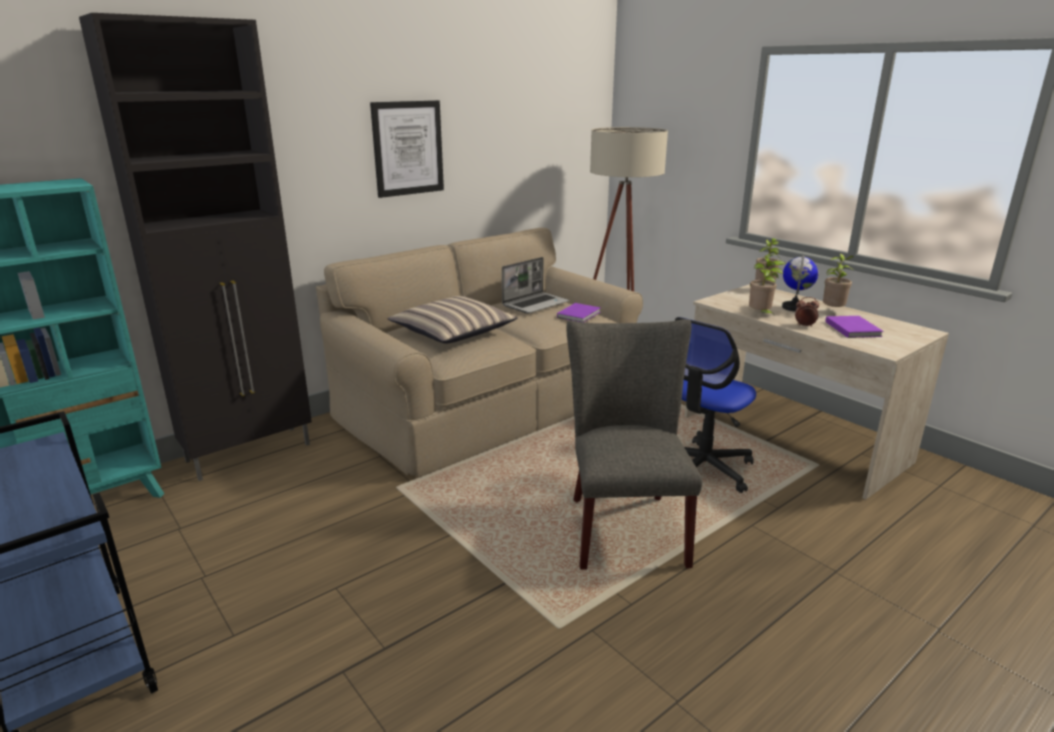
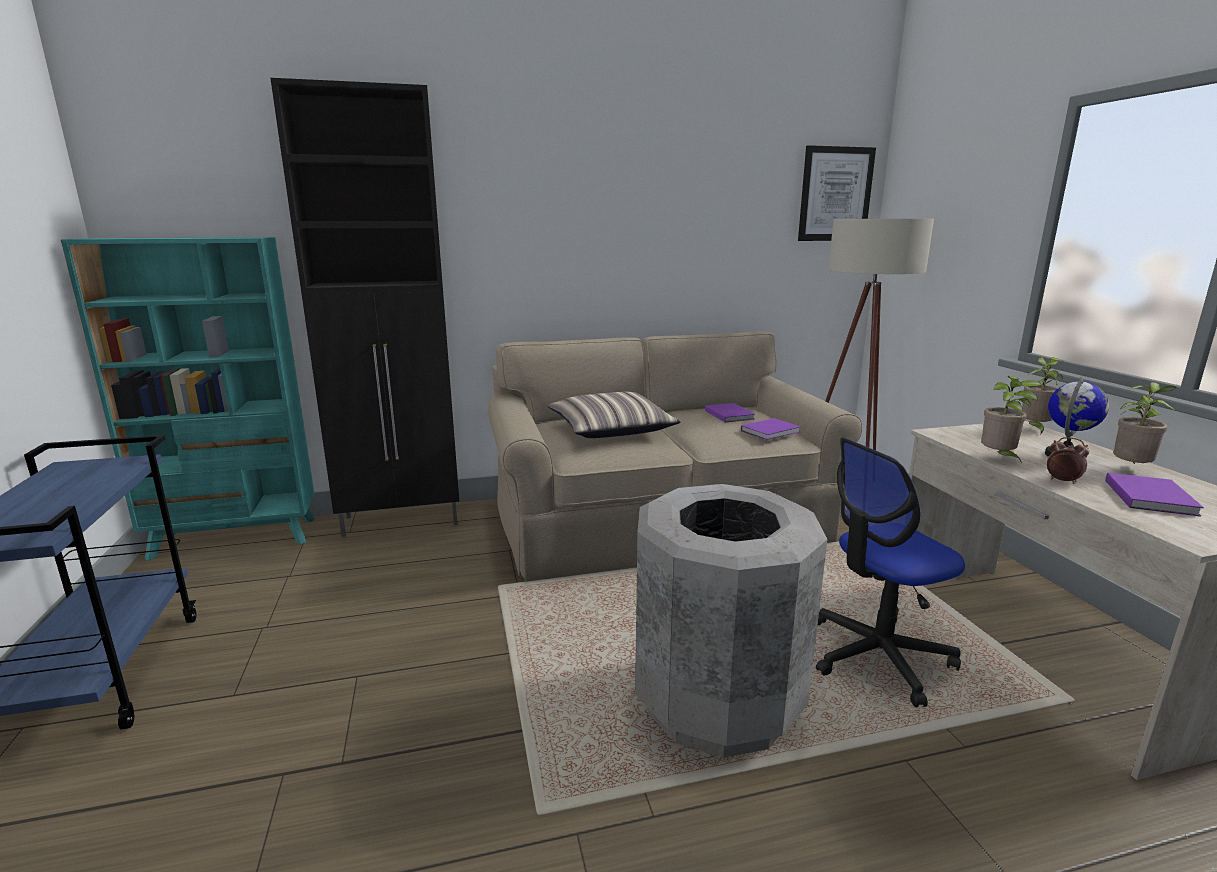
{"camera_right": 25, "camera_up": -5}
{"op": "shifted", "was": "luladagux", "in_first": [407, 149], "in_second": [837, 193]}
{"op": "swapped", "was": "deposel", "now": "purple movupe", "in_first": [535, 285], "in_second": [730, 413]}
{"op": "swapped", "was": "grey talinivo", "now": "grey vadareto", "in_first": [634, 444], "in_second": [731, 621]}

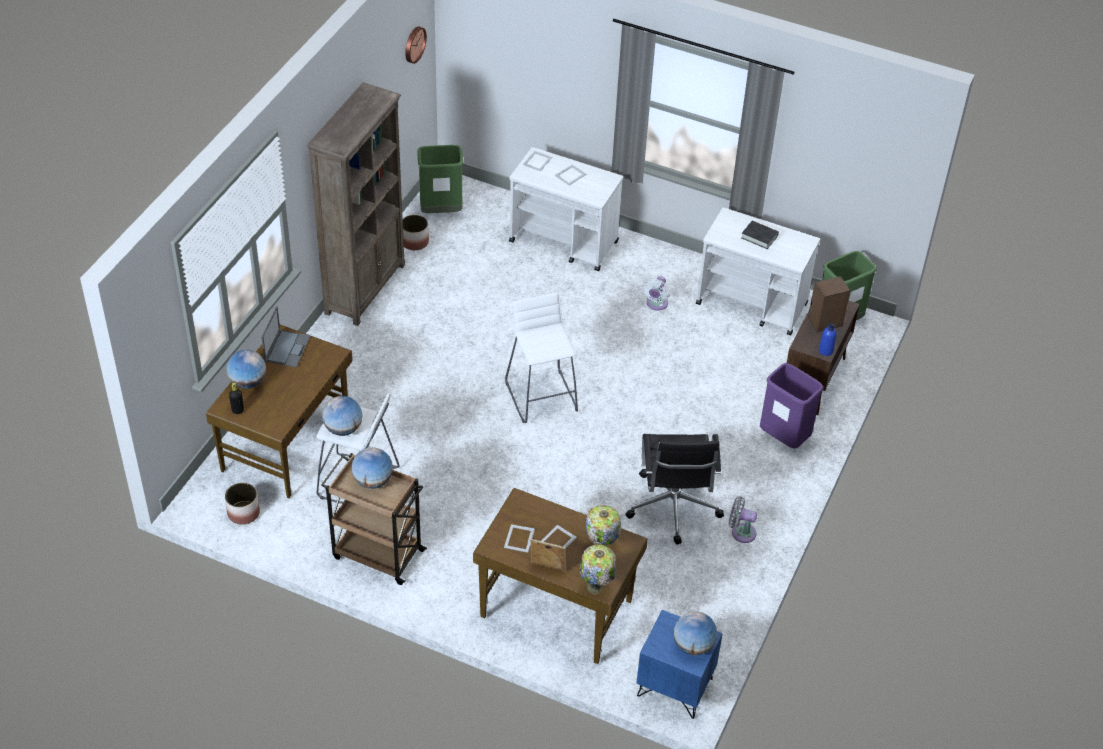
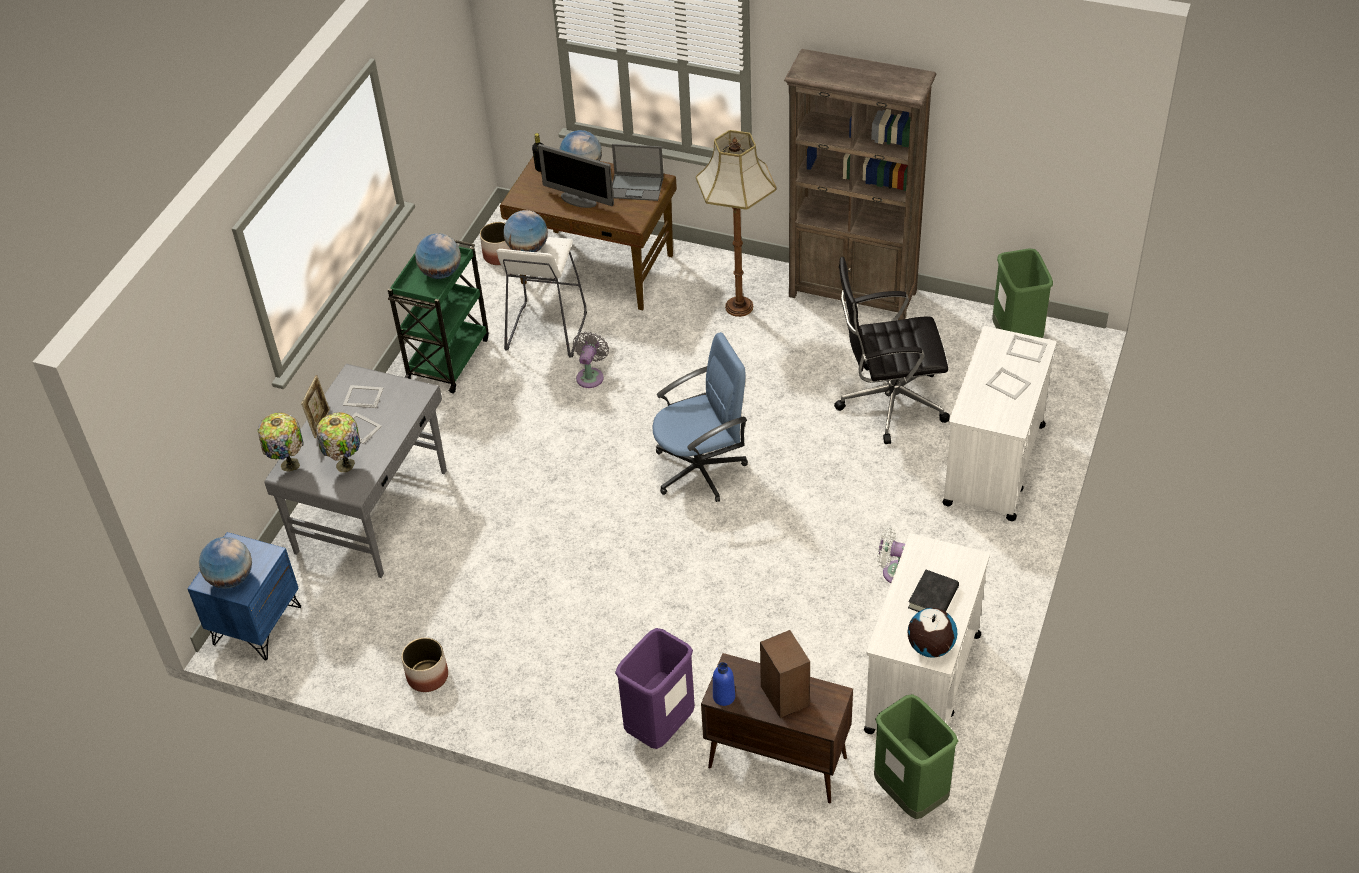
{"camera_right": 90, "camera_up": 0}
{"op": "repainted", "was": "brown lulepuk", "now": "green lulepuk", "in_first": [374, 519], "in_second": [438, 317]}
{"op": "shifted", "was": "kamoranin", "in_first": [416, 232], "in_second": [424, 664]}
{"op": "gone", "was": "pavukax", "in_first": [416, 45]}
{"op": "repainted", "was": "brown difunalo", "now": "grey difunalo", "in_first": [560, 576], "in_second": [355, 471]}
{"op": "swapped", "was": "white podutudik", "now": "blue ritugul", "in_first": [541, 357], "in_second": [700, 417]}
{"op": "shifted", "was": "black ritugul", "in_first": [674, 489], "in_second": [892, 350]}
{"op": "shifted", "was": "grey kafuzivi", "in_first": [743, 519], "in_second": [591, 360]}
{"op": "new", "now": "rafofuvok", "in_second": [576, 176]}
{"op": "new", "now": "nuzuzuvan", "in_second": [736, 223]}
{"op": "new", "now": "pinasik", "in_second": [932, 633]}

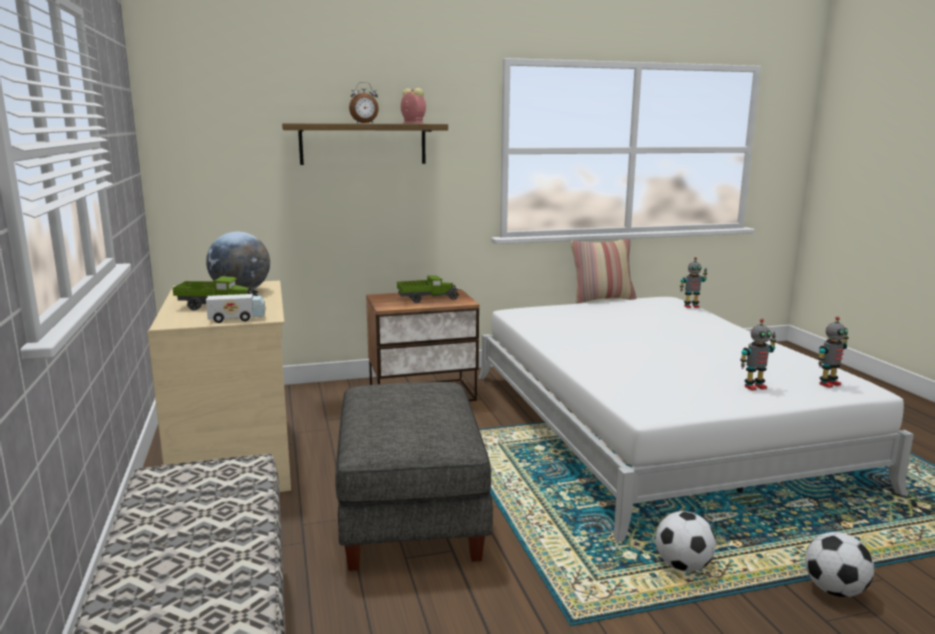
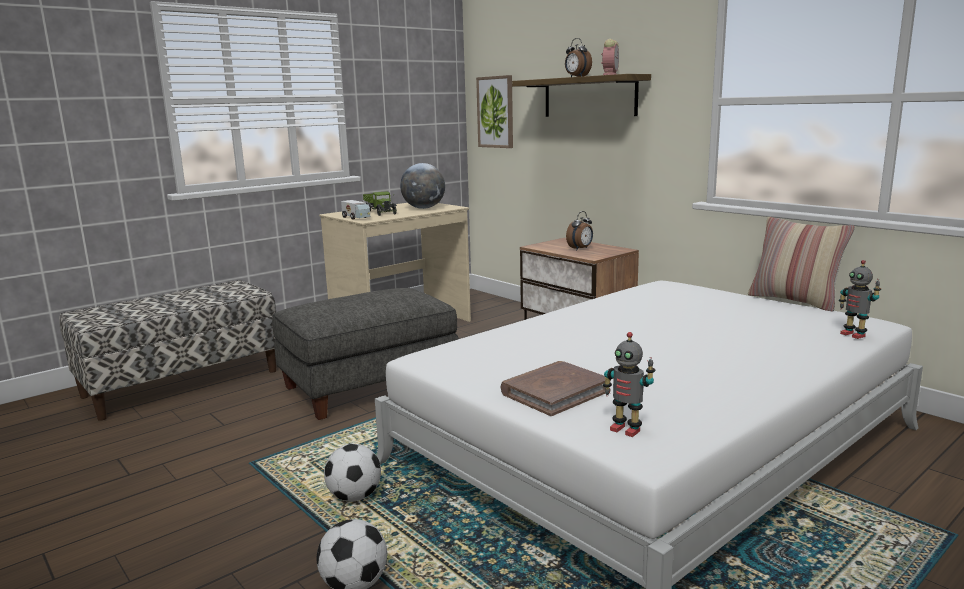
{"camera_right": 65, "camera_up": 0}
{"op": "swapped", "was": "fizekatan", "now": "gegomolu", "in_first": [427, 289], "in_second": [579, 230]}
{"op": "swapped", "was": "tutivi", "now": "brown movupe", "in_first": [758, 355], "in_second": [556, 388]}
{"op": "new", "now": "luladagux", "in_second": [494, 111]}

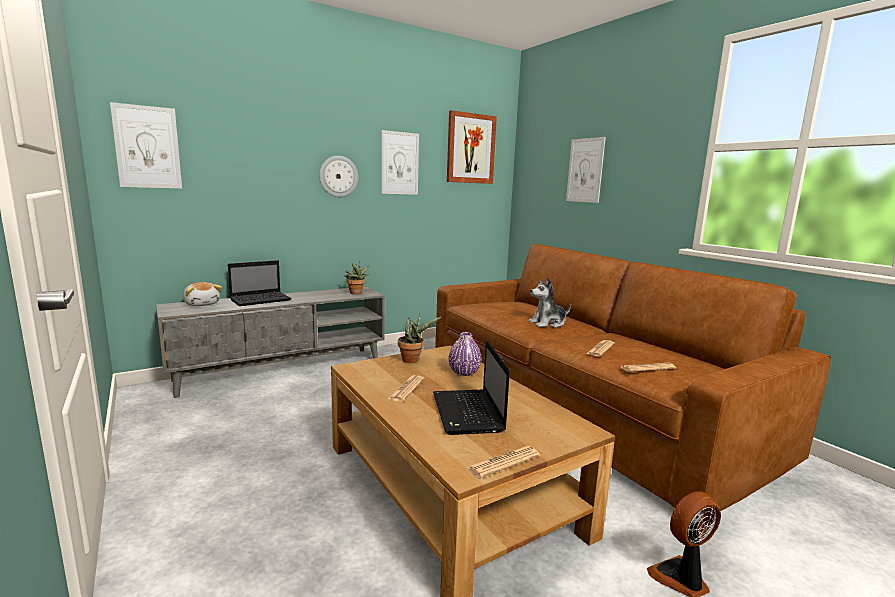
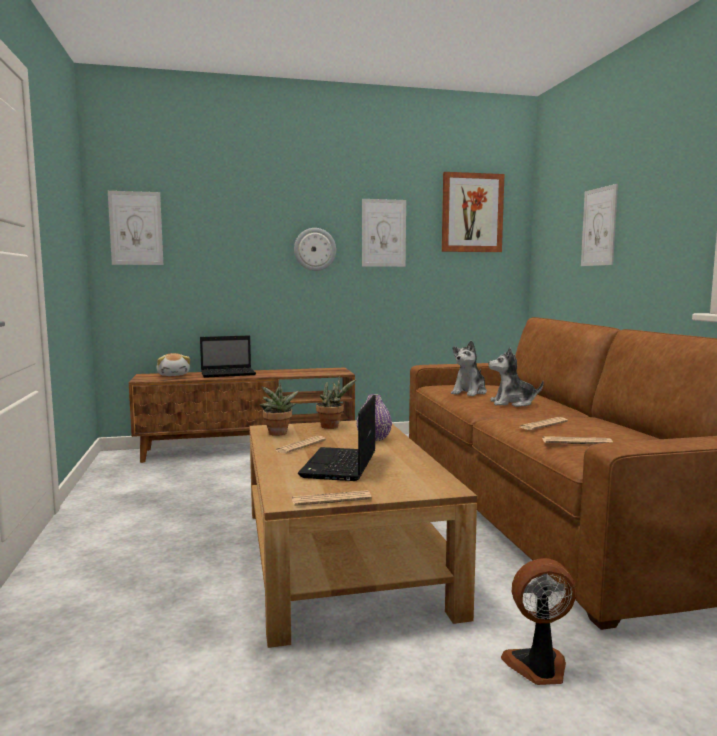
{"camera_right": 20, "camera_up": -5}
{"op": "repainted", "was": "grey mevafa", "now": "brown mevafa", "in_first": [270, 342], "in_second": [242, 415]}
{"op": "shifted", "was": "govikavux", "in_first": [357, 277], "in_second": [279, 409]}
{"op": "new", "now": "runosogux", "in_second": [469, 368]}

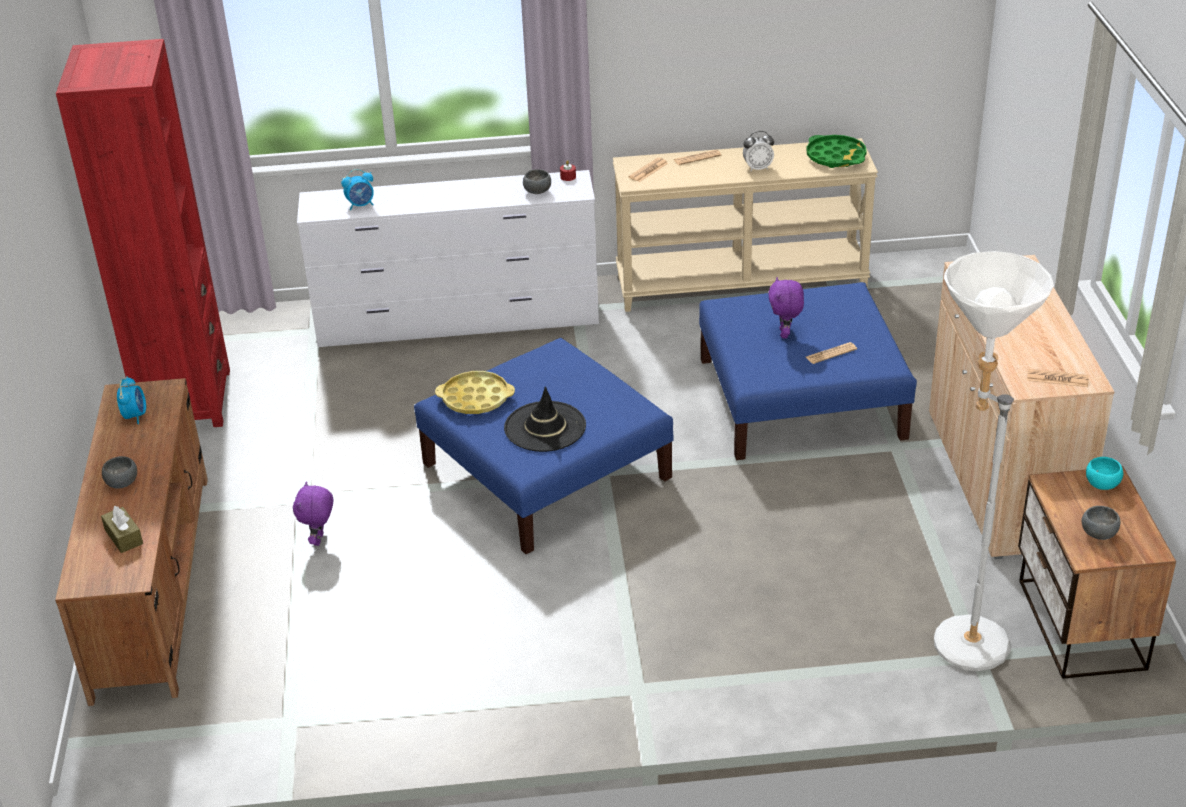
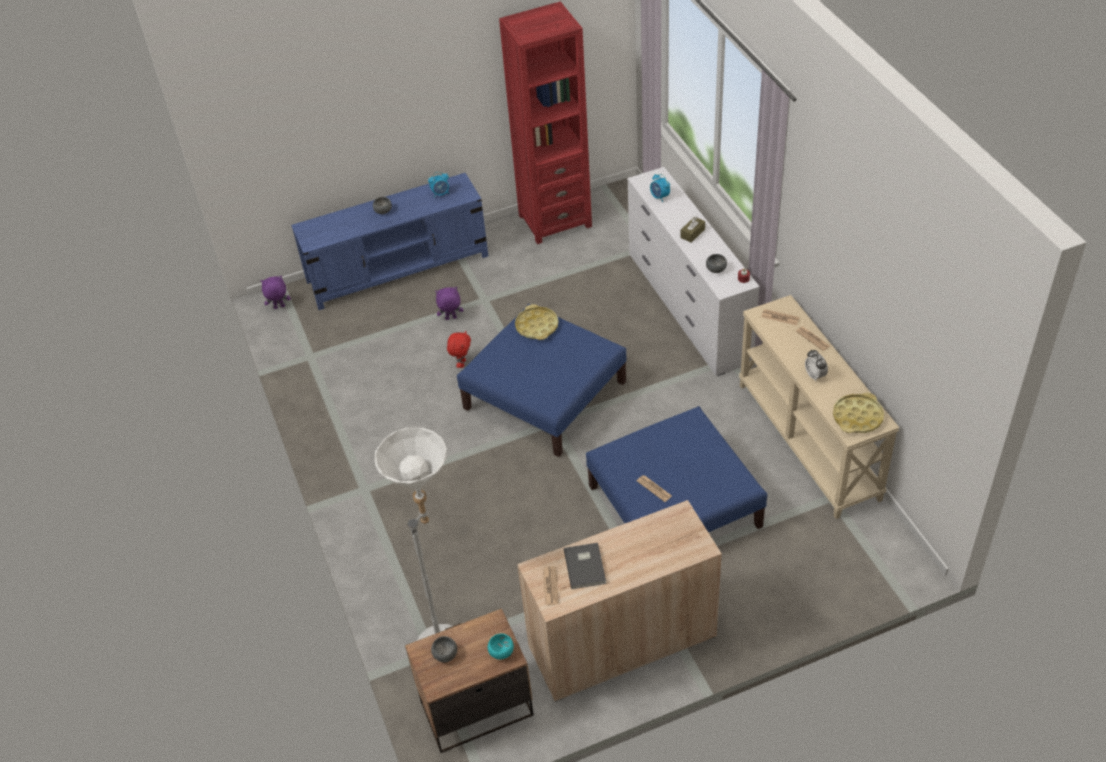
{"camera_right": 75, "camera_up": 10}
{"op": "repainted", "was": "brown mevafa", "now": "blue mevafa", "in_first": [131, 542], "in_second": [389, 241]}
{"op": "shifted", "was": "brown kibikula", "in_first": [122, 529], "in_second": [692, 229]}
{"op": "gone", "was": "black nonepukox", "in_first": [545, 419]}
{"op": "shifted", "was": "purple runosogux", "in_first": [786, 307], "in_second": [276, 292]}
{"op": "repainted", "was": "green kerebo", "now": "yellow kerebo", "in_first": [836, 151], "in_second": [858, 413]}
{"op": "new", "now": "red runosogux", "in_second": [459, 349]}
{"op": "new", "now": "grey movupe", "in_second": [585, 566]}

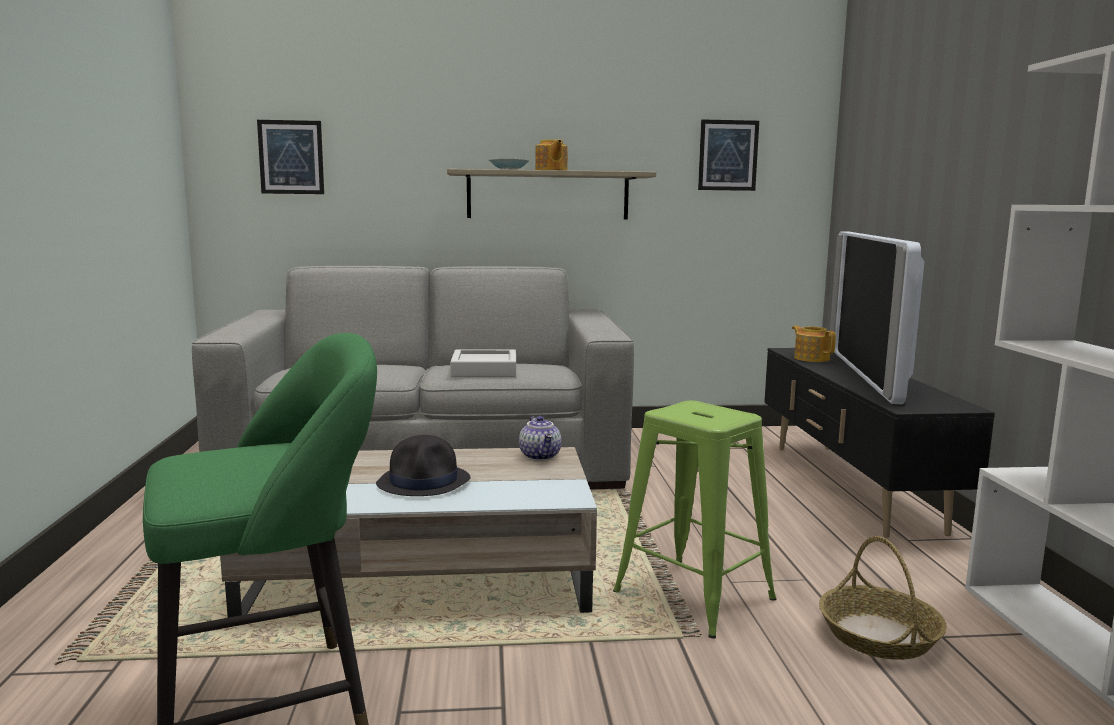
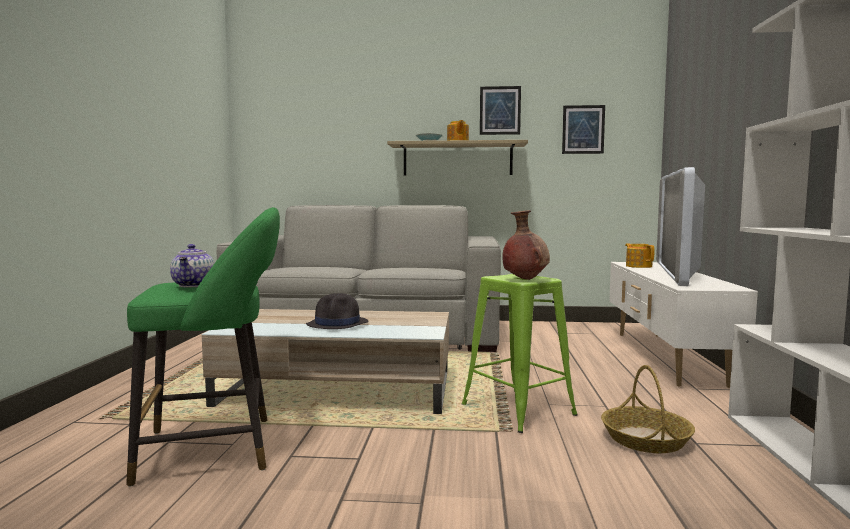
{"camera_right": 10, "camera_up": -5}
{"op": "shifted", "was": "luladagux", "in_first": [290, 157], "in_second": [500, 110]}
{"op": "gone", "was": "grey kerebo", "in_first": [483, 363]}
{"op": "shifted", "was": "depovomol", "in_first": [540, 438], "in_second": [192, 265]}
{"op": "repainted", "was": "black mevafa", "now": "white mevafa", "in_first": [879, 443], "in_second": [683, 325]}
{"op": "new", "now": "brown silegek", "in_second": [526, 245]}

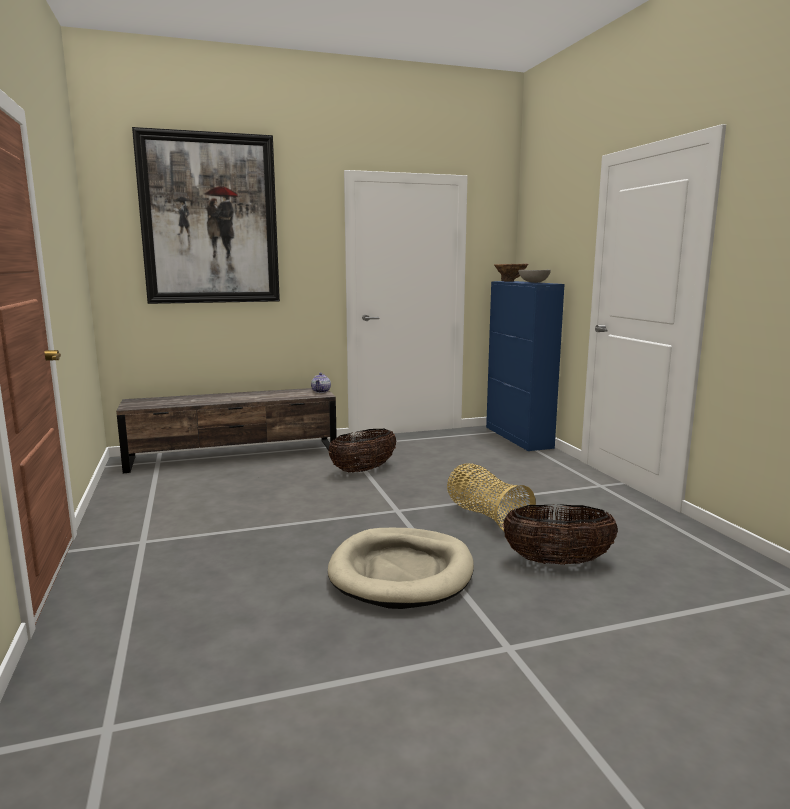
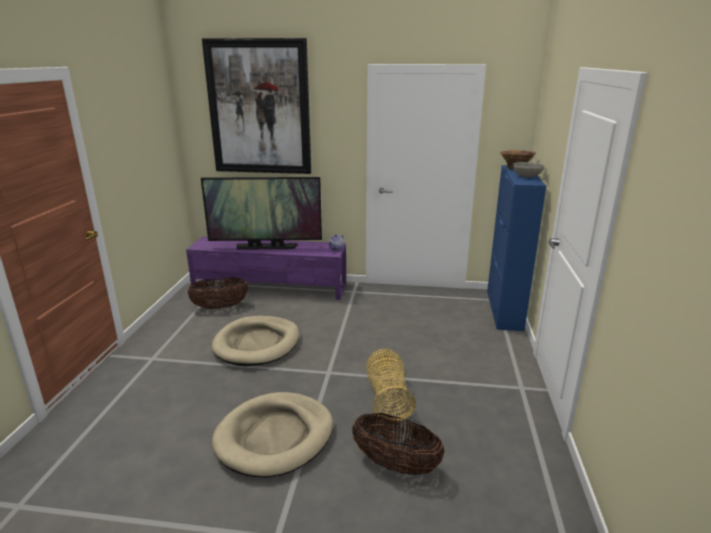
{"camera_right": 25, "camera_up": 10}
{"op": "repainted", "was": "brown mevafa", "now": "purple mevafa", "in_first": [226, 430], "in_second": [266, 268]}
{"op": "shifted", "was": "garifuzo", "in_first": [363, 451], "in_second": [217, 293]}
{"op": "new", "now": "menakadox", "in_second": [261, 213]}
{"op": "new", "now": "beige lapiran", "in_second": [255, 341]}

